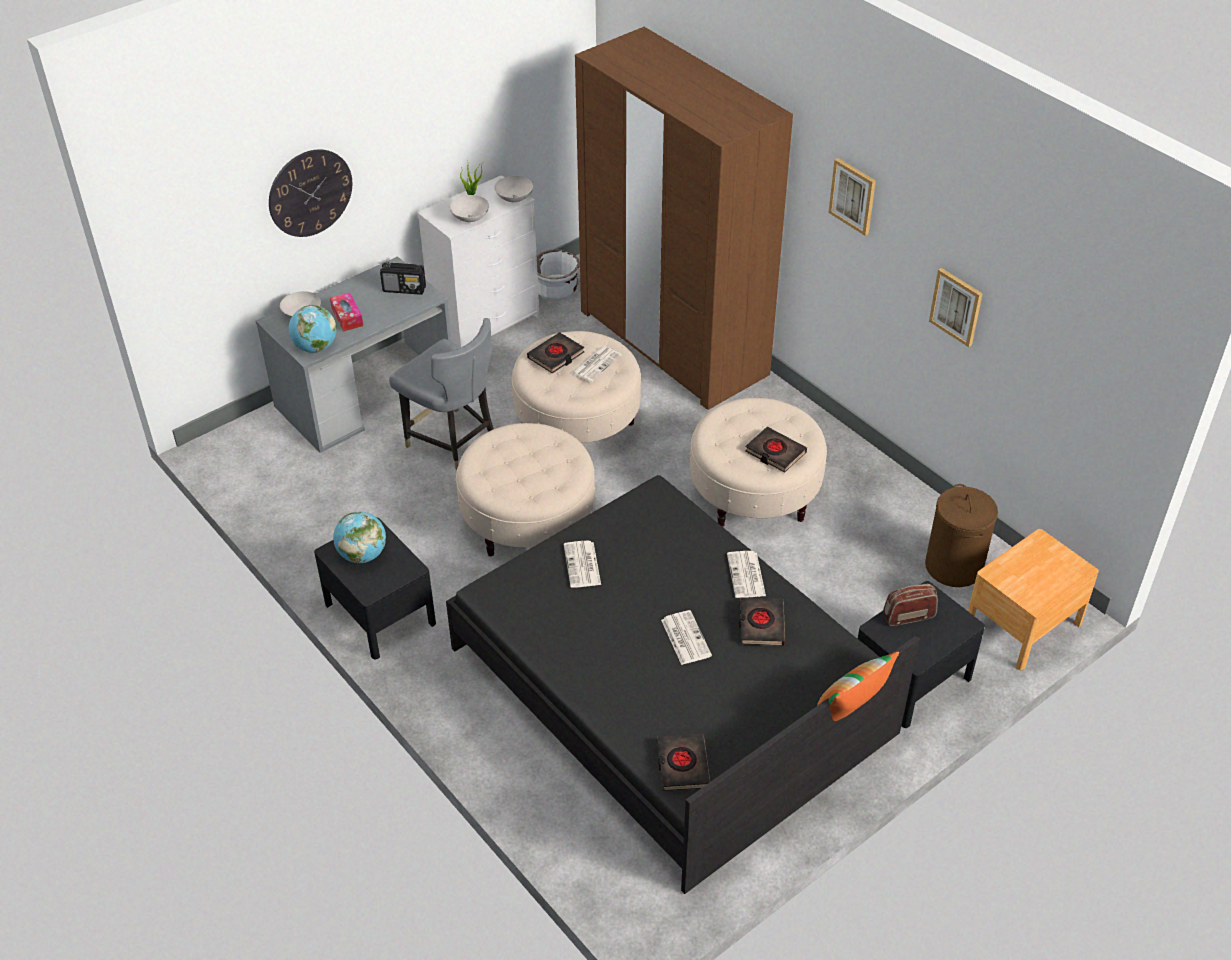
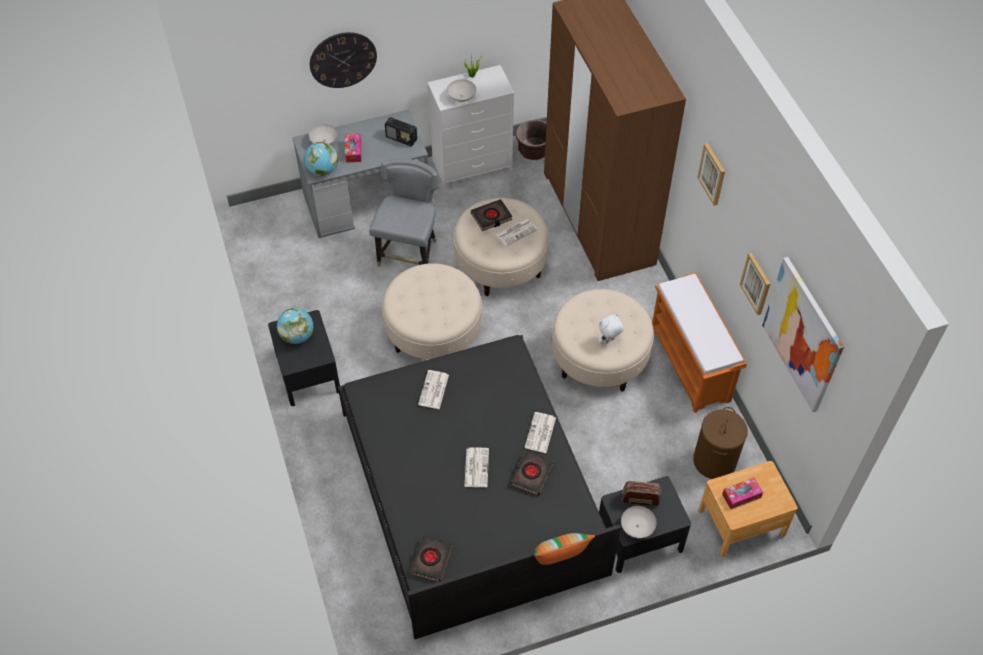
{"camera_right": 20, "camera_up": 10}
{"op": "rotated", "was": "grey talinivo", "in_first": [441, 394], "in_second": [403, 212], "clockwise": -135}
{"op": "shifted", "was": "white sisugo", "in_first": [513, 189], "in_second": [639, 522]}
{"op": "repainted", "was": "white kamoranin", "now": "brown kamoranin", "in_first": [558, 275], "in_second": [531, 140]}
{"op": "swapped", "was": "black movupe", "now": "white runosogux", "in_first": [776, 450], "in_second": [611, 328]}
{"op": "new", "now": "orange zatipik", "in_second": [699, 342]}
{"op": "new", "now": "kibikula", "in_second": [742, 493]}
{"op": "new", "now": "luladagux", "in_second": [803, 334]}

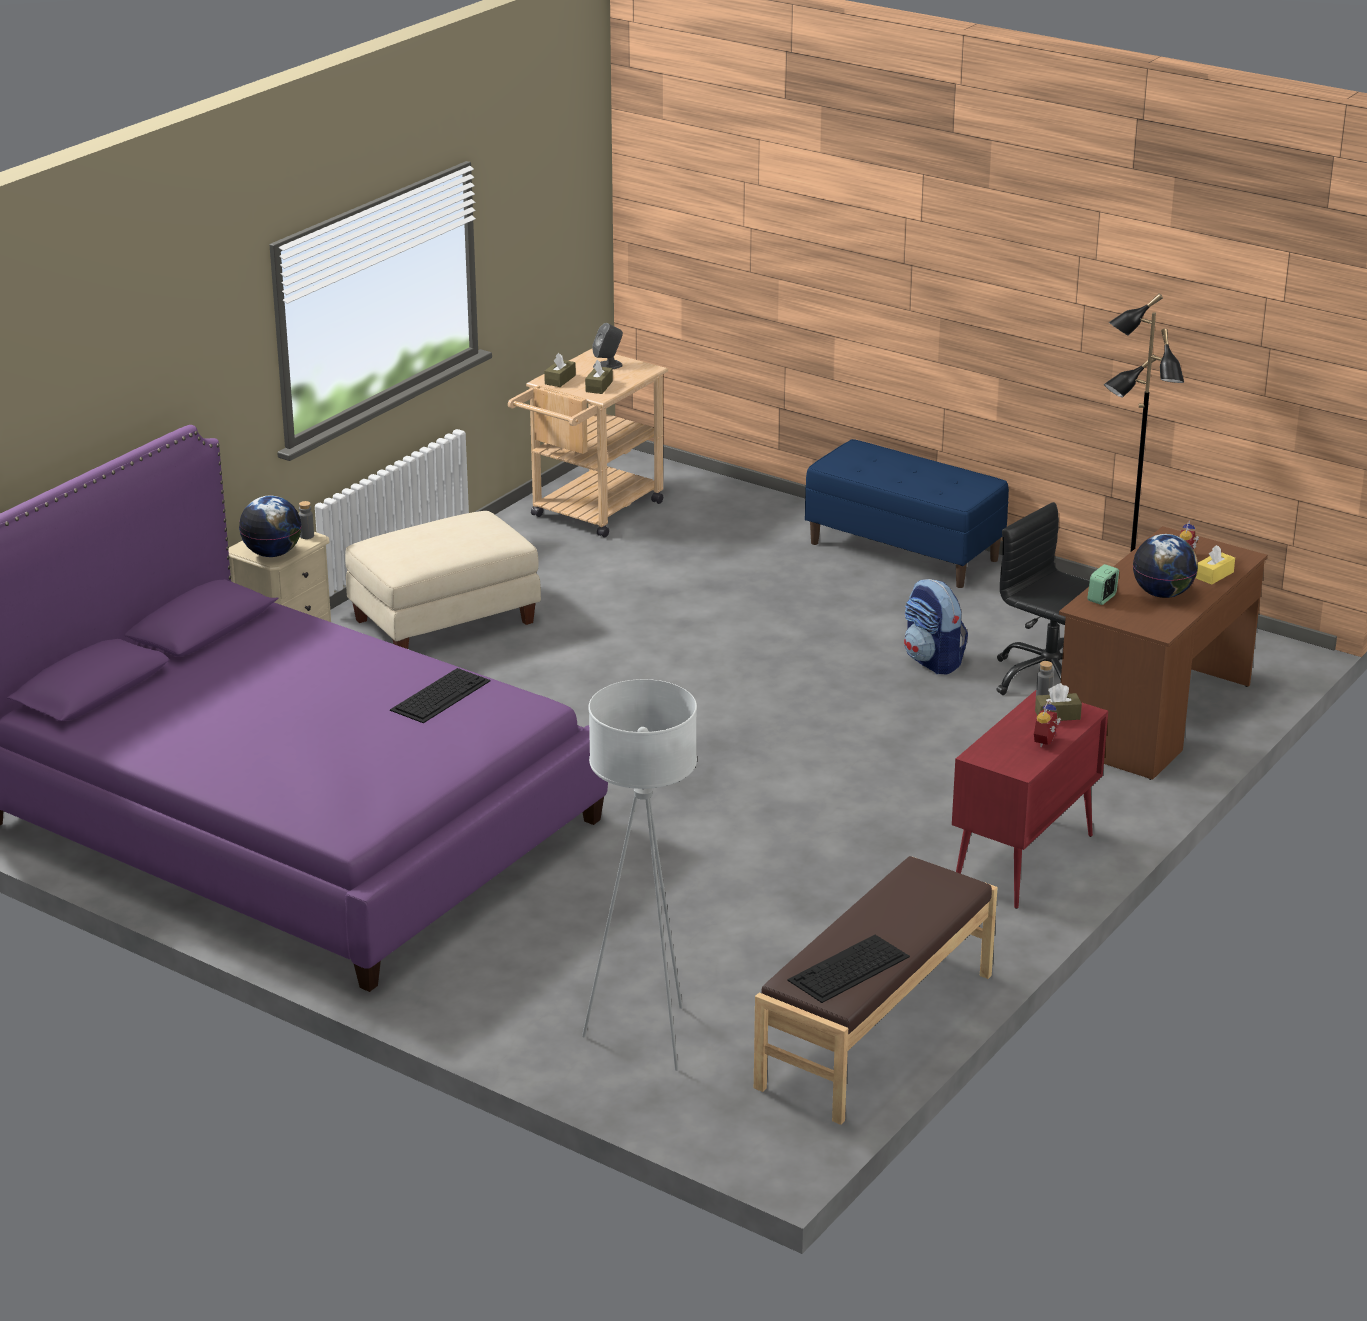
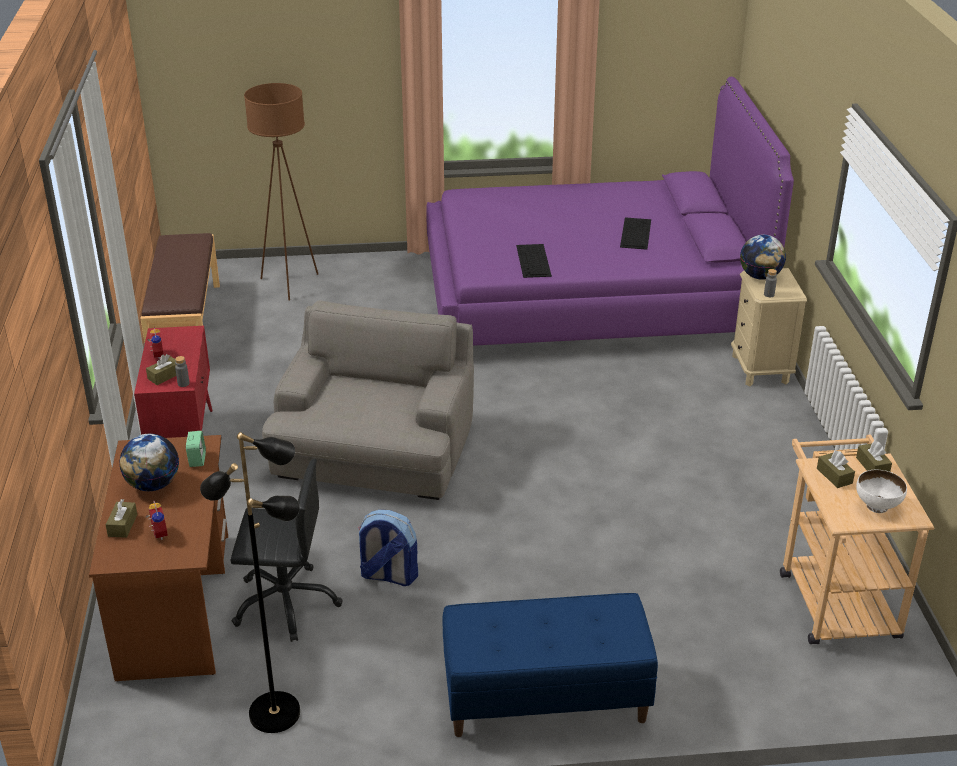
{"camera_right": 140, "camera_up": 5}
{"op": "gone", "was": "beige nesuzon", "in_first": [443, 580]}
{"op": "repainted", "was": "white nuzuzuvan", "now": "brown nuzuzuvan", "in_first": [639, 875], "in_second": [281, 192]}
{"op": "swapped", "was": "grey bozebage", "now": "white sisugo", "in_first": [607, 346], "in_second": [881, 491]}
{"op": "shifted", "was": "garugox", "in_first": [848, 969], "in_second": [635, 233]}
{"op": "repainted", "was": "yellow kibikula", "now": "brown kibikula", "in_first": [1215, 565], "in_second": [121, 518]}
{"op": "new", "now": "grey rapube", "in_second": [368, 400]}

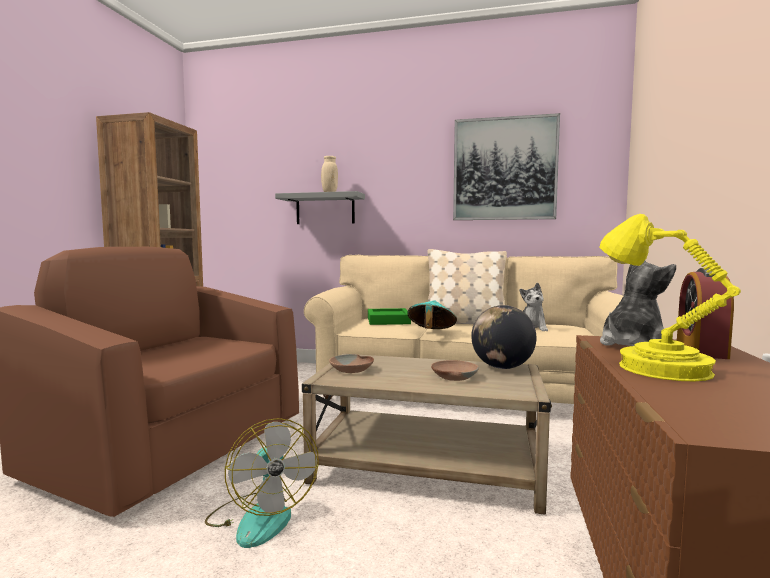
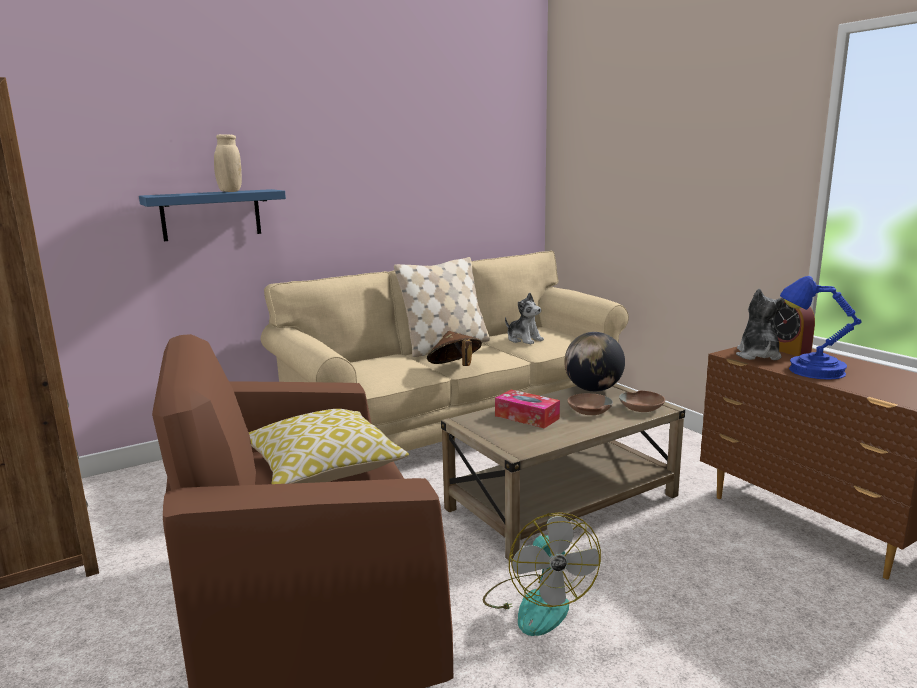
{"camera_right": -45, "camera_up": 10}
{"op": "rotated", "was": "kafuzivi", "in_first": [262, 483], "in_second": [542, 574], "clockwise": 60}
{"op": "repainted", "was": "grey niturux", "now": "blue niturux", "in_first": [320, 207], "in_second": [212, 215]}
{"op": "shifted", "was": "brown sisugo", "in_first": [351, 363], "in_second": [642, 401]}
{"op": "gone", "was": "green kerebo", "in_first": [389, 316]}
{"op": "repainted", "was": "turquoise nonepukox", "now": "brown nonepukox", "in_first": [432, 314], "in_second": [454, 348]}
{"op": "gone", "was": "luladagux", "in_first": [506, 166]}
{"op": "repainted", "was": "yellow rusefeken", "now": "blue rusefeken", "in_first": [670, 297], "in_second": [821, 328]}
{"op": "new", "now": "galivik", "in_second": [329, 446]}
{"op": "new", "now": "kibikula", "in_second": [527, 409]}

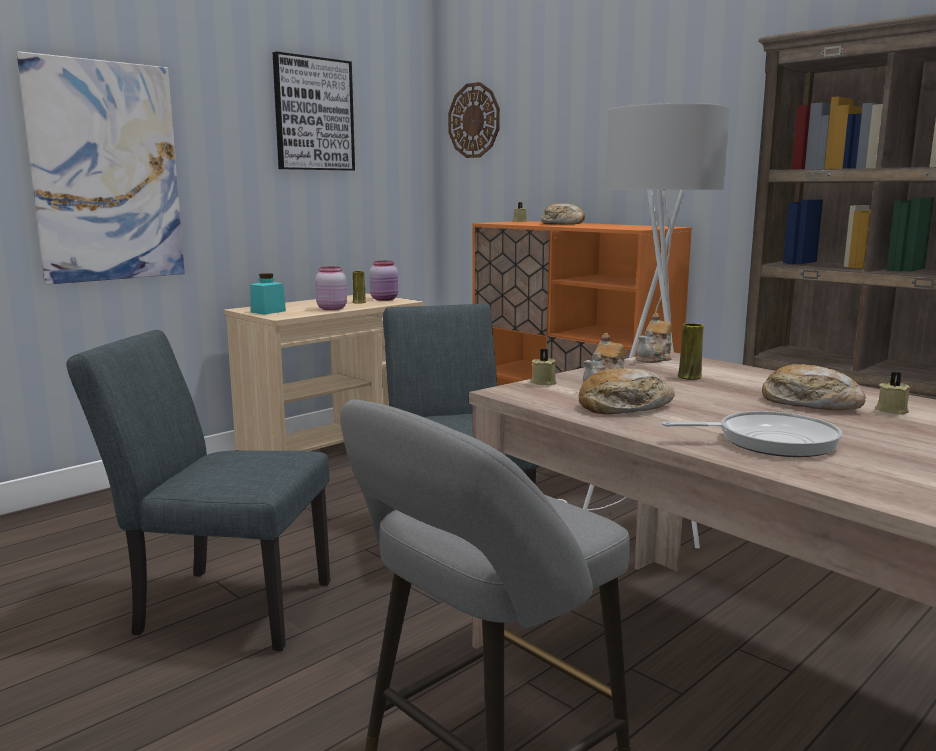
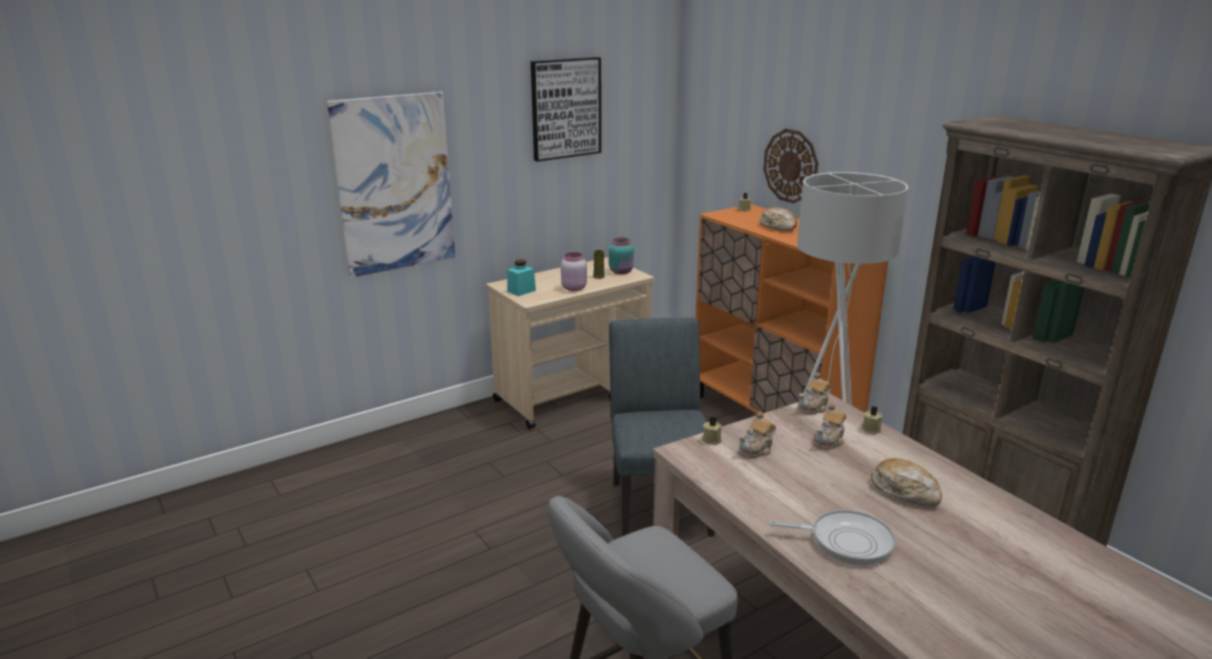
{"camera_right": 10, "camera_up": 10}
{"op": "gone", "was": "grey talinivo", "in_first": [198, 490]}
{"op": "repainted", "was": "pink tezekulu", "now": "turquoise tezekulu", "in_first": [383, 281], "in_second": [621, 256]}
{"op": "shifted", "was": "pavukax", "in_first": [474, 120], "in_second": [790, 166]}
{"op": "gone", "was": "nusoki", "in_first": [627, 391]}
{"op": "swapped", "was": "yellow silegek", "now": "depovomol", "in_first": [691, 351], "in_second": [829, 426]}
{"op": "shifted", "was": "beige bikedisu", "in_first": [892, 393], "in_second": [872, 420]}

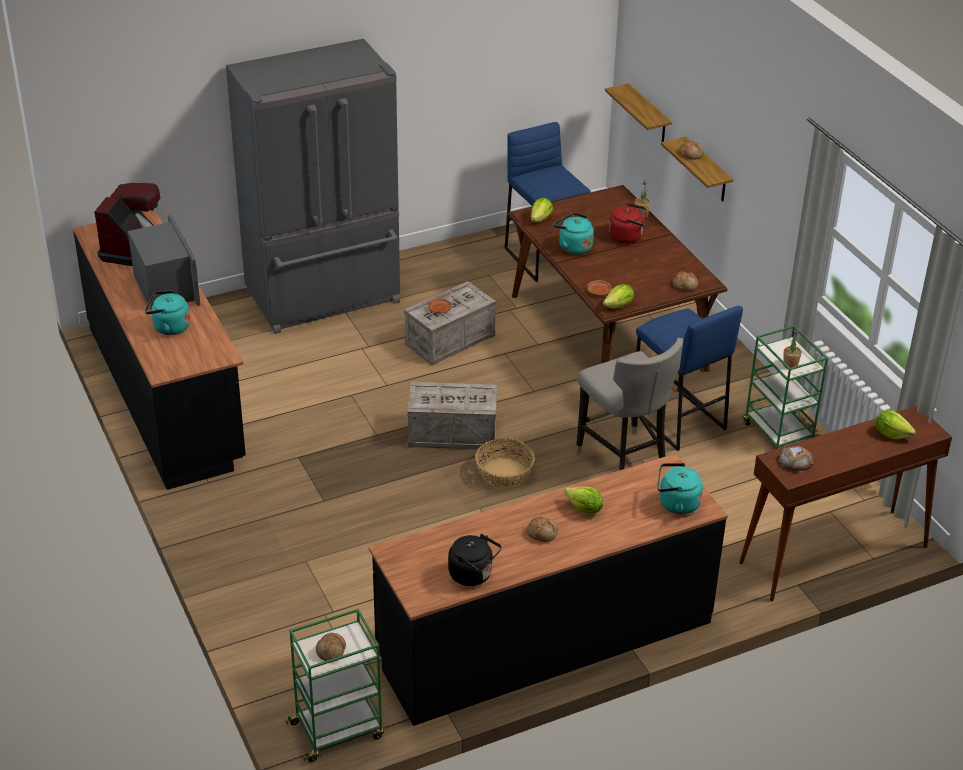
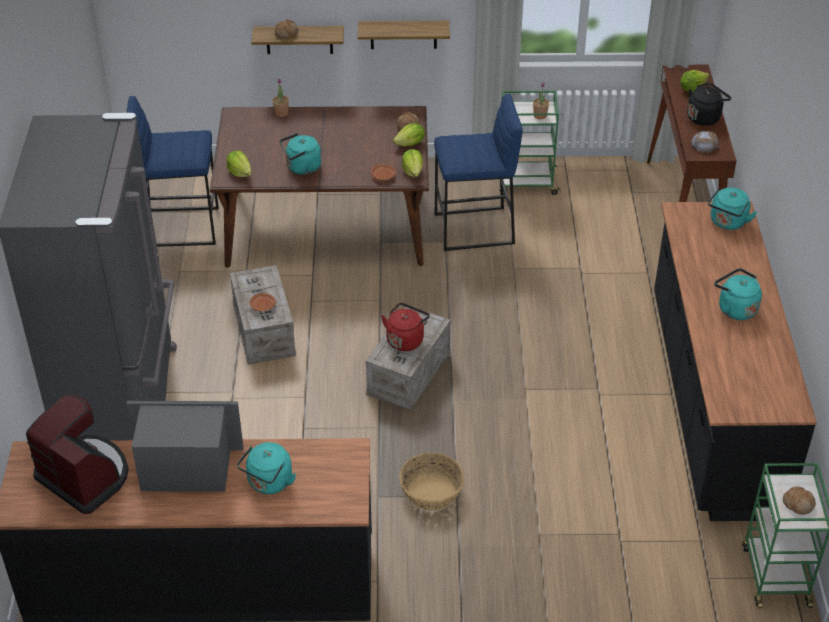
{"camera_right": -65, "camera_up": 5}
{"op": "shifted", "was": "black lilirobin", "in_first": [474, 560], "in_second": [709, 104]}
{"op": "shifted", "was": "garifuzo", "in_first": [505, 463], "in_second": [431, 482]}
{"op": "swapped", "was": "nusoki", "now": "turquoise lilirobin", "in_first": [542, 529], "in_second": [738, 294]}
{"op": "shifted", "was": "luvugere", "in_first": [583, 500], "in_second": [409, 134]}
{"op": "gone", "was": "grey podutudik", "in_first": [629, 404]}
{"op": "shifted", "was": "niturux", "in_first": [638, 112], "in_second": [404, 35]}
{"op": "shifted", "was": "red lilirobin", "in_first": [627, 223], "in_second": [405, 327]}

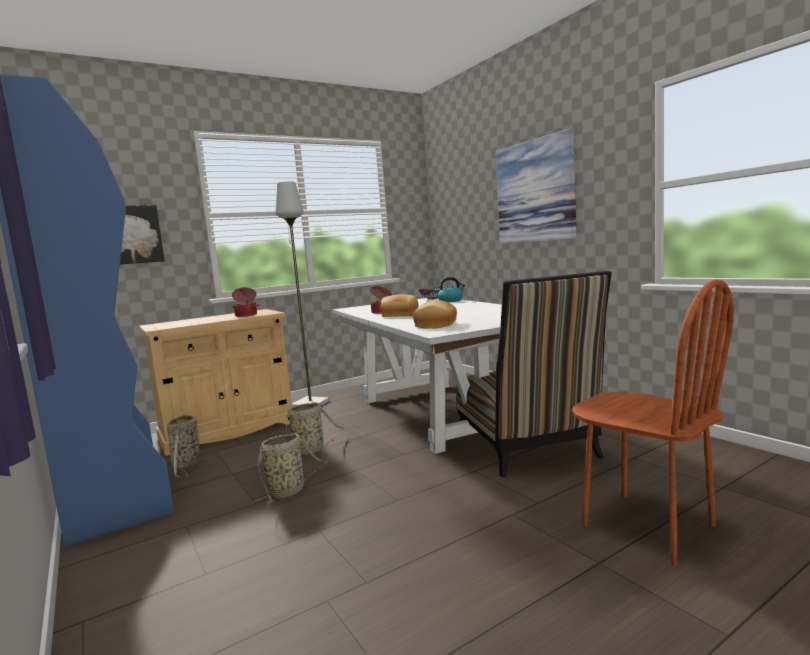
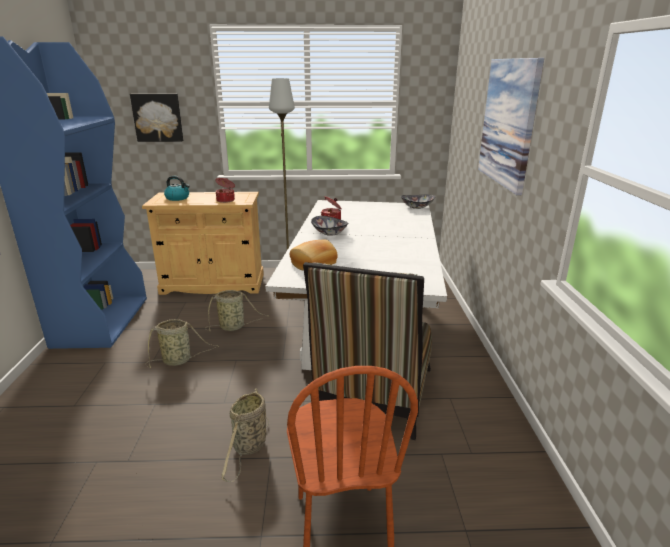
{"camera_right": 30, "camera_up": 15}
{"op": "shifted", "was": "garifuzo", "in_first": [183, 445], "in_second": [245, 435]}
{"op": "swapped", "was": "nusoki", "now": "sisugo", "in_first": [399, 305], "in_second": [329, 226]}
{"op": "shifted", "was": "lilirobin", "in_first": [451, 289], "in_second": [177, 188]}

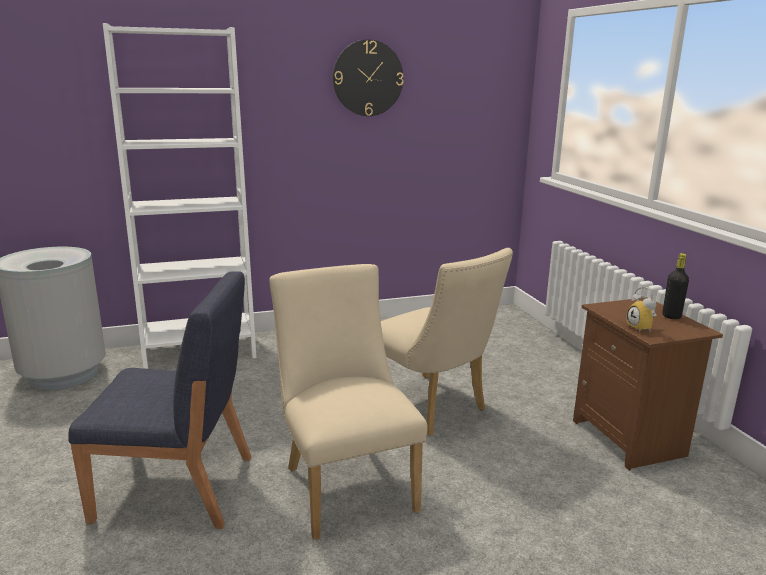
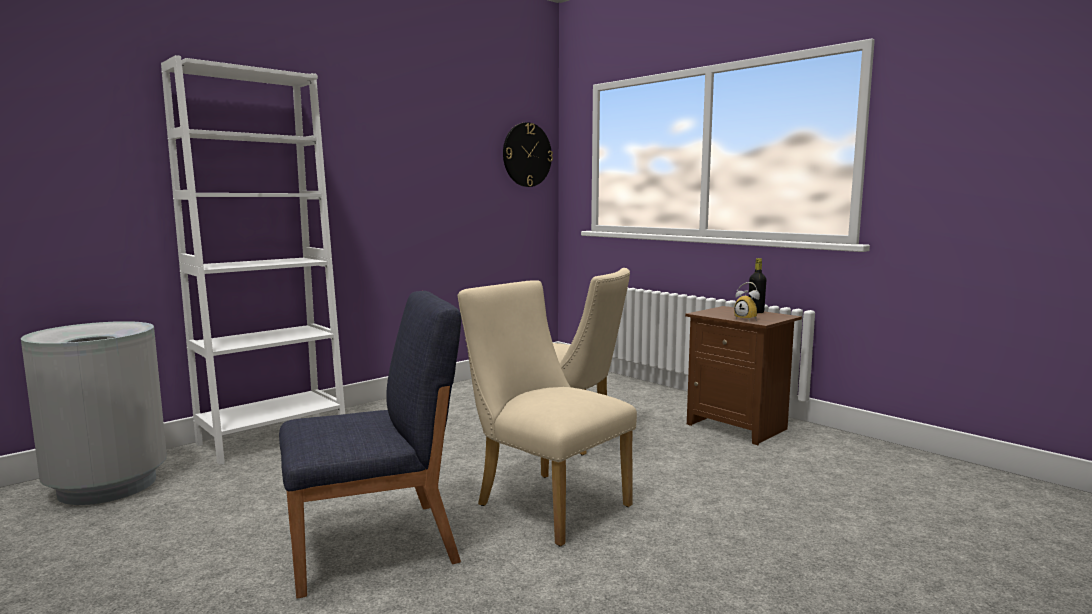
{"camera_right": -25, "camera_up": -10}
{"op": "shifted", "was": "pavukax", "in_first": [368, 77], "in_second": [528, 154]}

